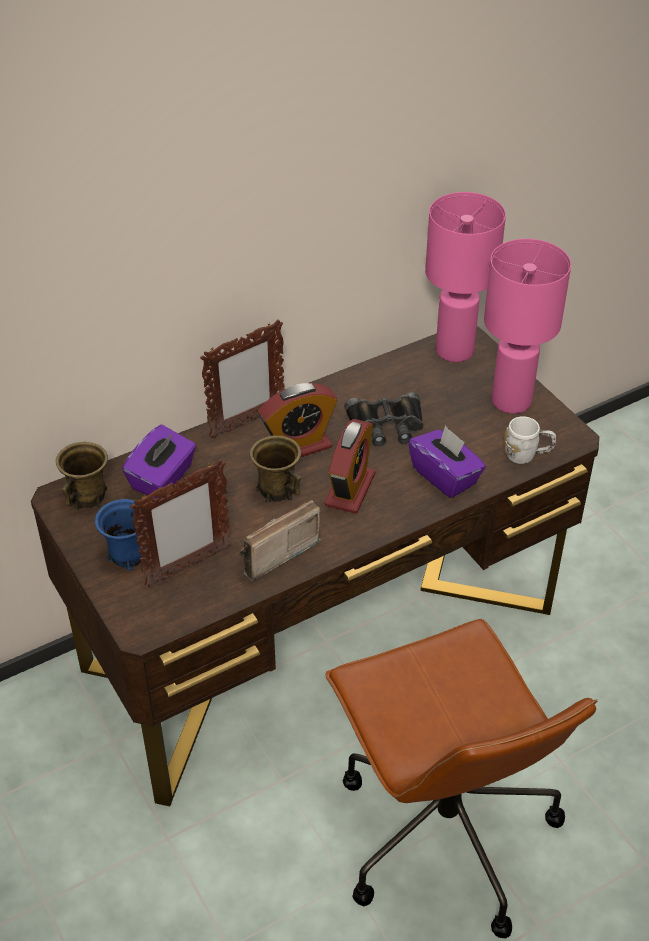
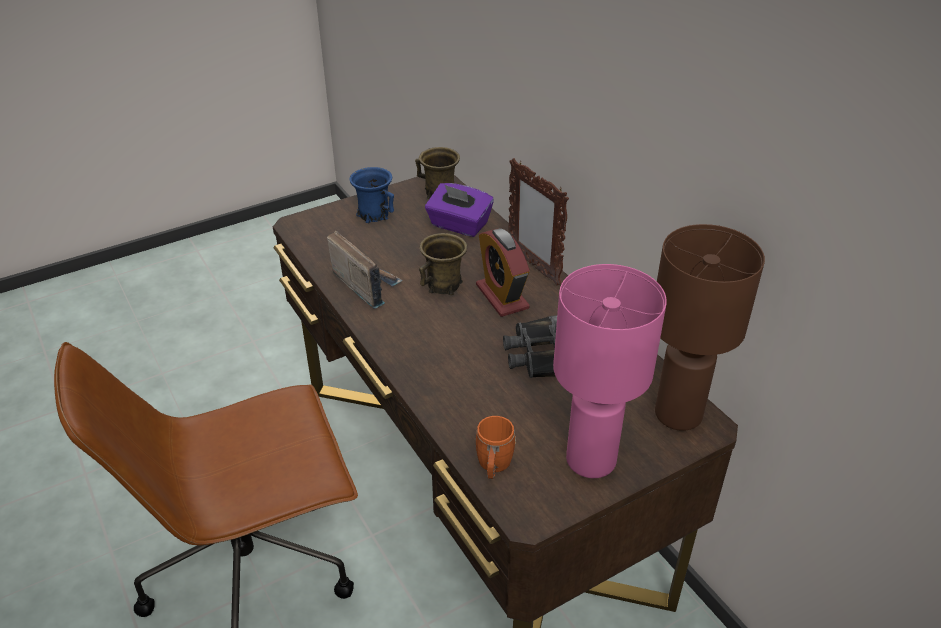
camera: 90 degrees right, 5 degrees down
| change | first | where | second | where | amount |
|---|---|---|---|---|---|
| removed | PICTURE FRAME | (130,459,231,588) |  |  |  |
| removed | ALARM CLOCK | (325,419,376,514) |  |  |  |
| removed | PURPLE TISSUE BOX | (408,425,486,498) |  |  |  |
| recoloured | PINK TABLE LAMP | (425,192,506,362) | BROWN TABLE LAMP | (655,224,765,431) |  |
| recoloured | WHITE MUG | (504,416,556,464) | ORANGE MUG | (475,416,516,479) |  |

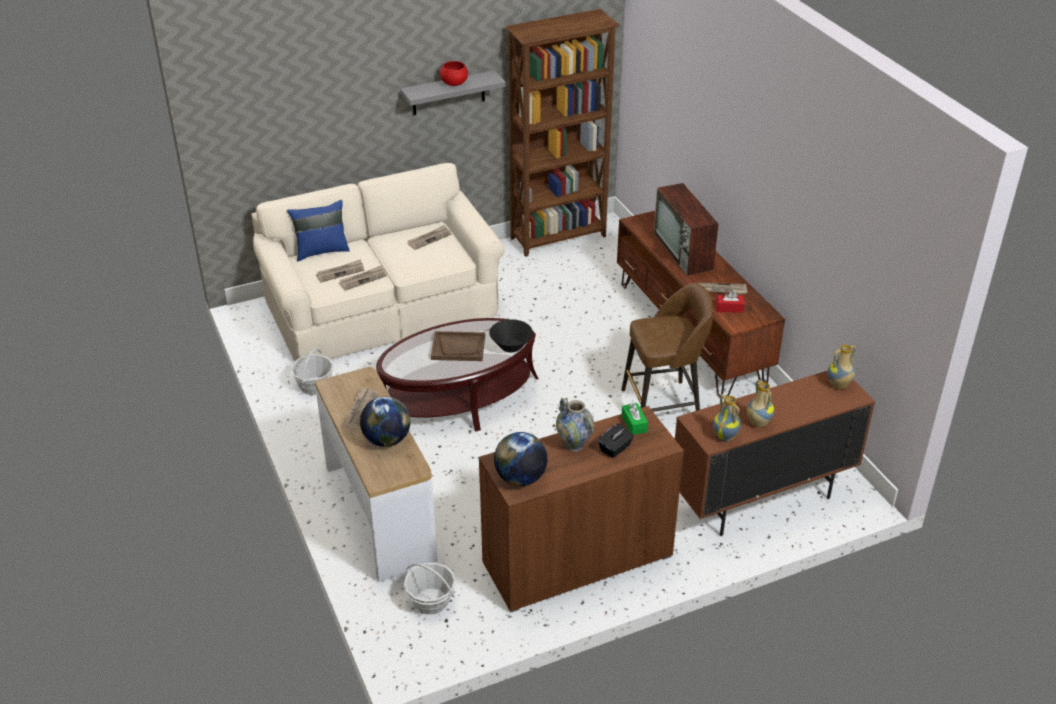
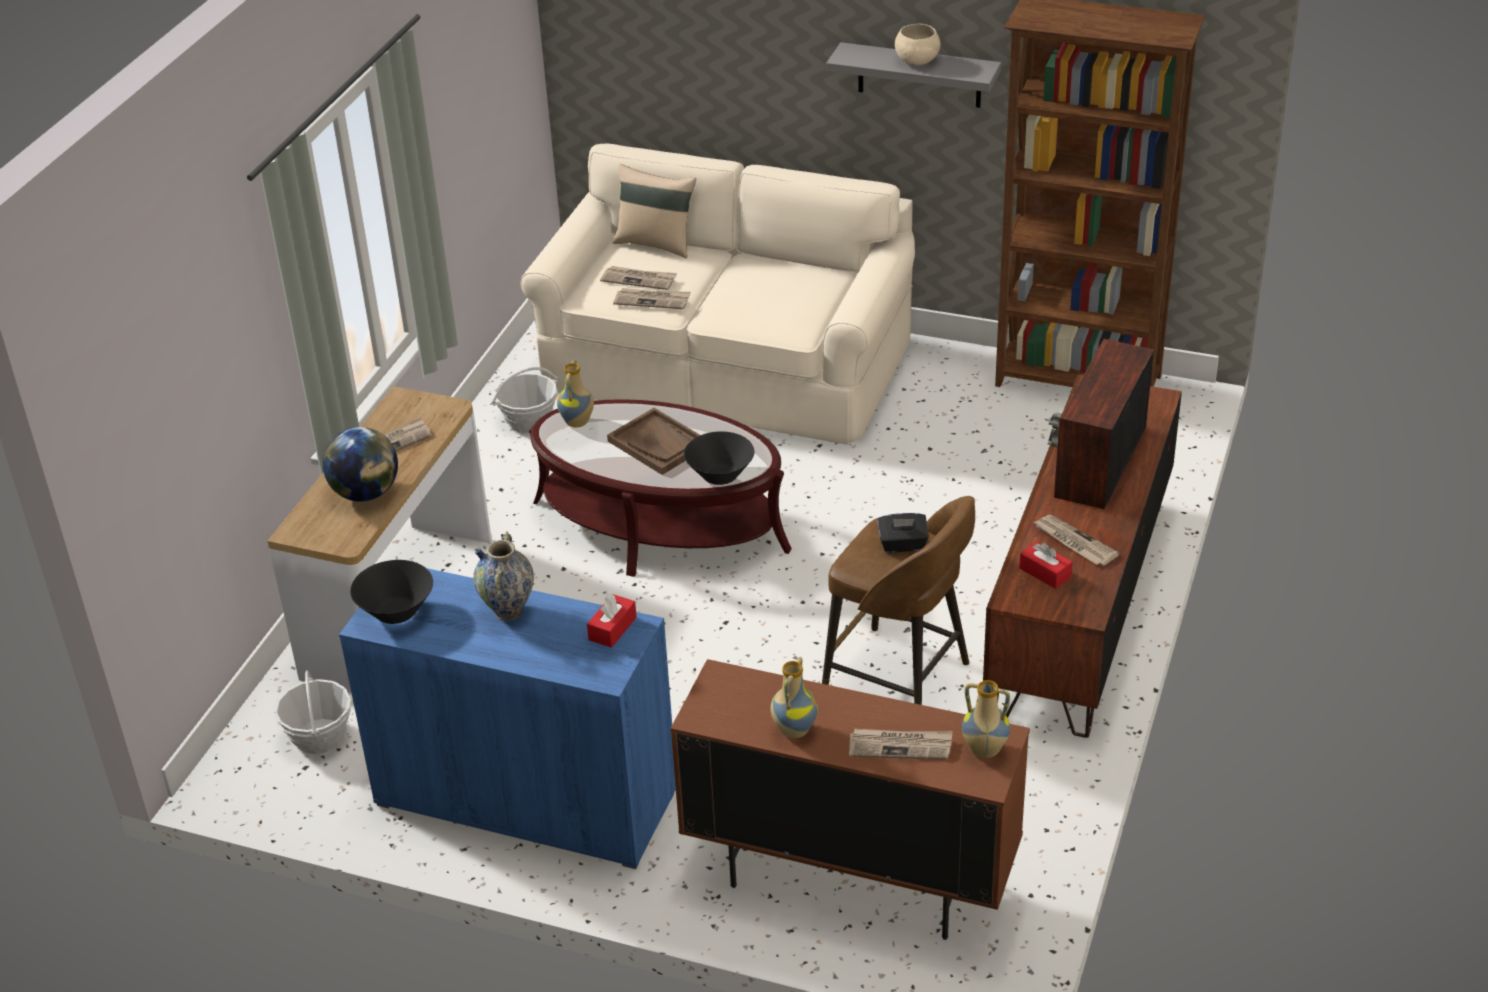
camera: 45 degrees right, 0 degrees up
| change | first | where | second | where | amount |
|---|---|---|---|---|---|
| recoloured | BLUE PILLOW | (287,200,350,261) | BEIGE PILLOW | (613,164,696,258) |  |
| moved | NEWSPAPER | (408,225,451,250) |  | (849,729,953,760) |  |
| recoloured | RED BOWL | (440,61,468,86) | BEIGE BOWL | (895,24,940,65) |  |
| recoloured | BROWN CABINET | (479,406,684,612) | BLUE CABINET | (339,568,676,869) |  |
| replaced | GLOBE | (494,432,548,486) | BLACK BOWL | (350,560,433,624) |  |
| moved | BLACK TISSUE BOX | (598,423,634,458) |  | (877,513,929,553) |  |
| recoloured | GREEN TISSUE BOX | (621,403,648,435) | RED TISSUE BOX | (587,593,637,648) |  |
| moved | VASE | (713,394,741,442) |  | (557,360,594,428) |  |

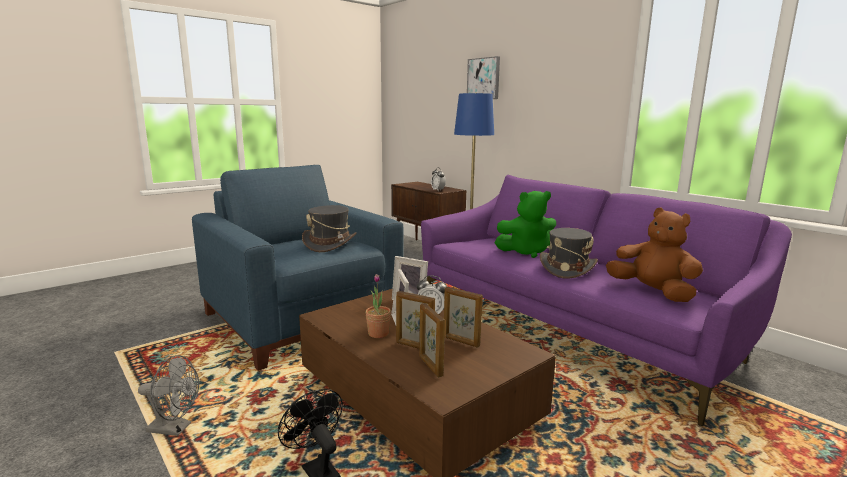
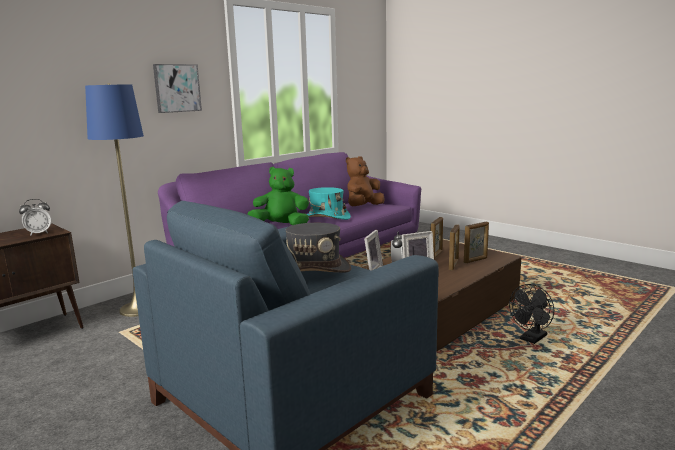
camera: 95 degrees left, 0 degrees up
| change | first | where | second | where | amount |
|---|---|---|---|---|---|
| removed | GREY FAN | (138,355,199,436) |  |  |  |
| removed | POTTED PLANT | (366,274,391,338) |  |  |  |
| moved | PICTURE | (467,56,500,99) |  | (153,64,202,113) |  |
| turned | GREEN PLUSH TOY | (495,191,556,258) |  | (247,167,309,225) | 75 degrees counterclockwise |
| recoloured | GREY HAT | (540,228,598,279) | TURQUOISE HAT | (307,187,351,220) |  |

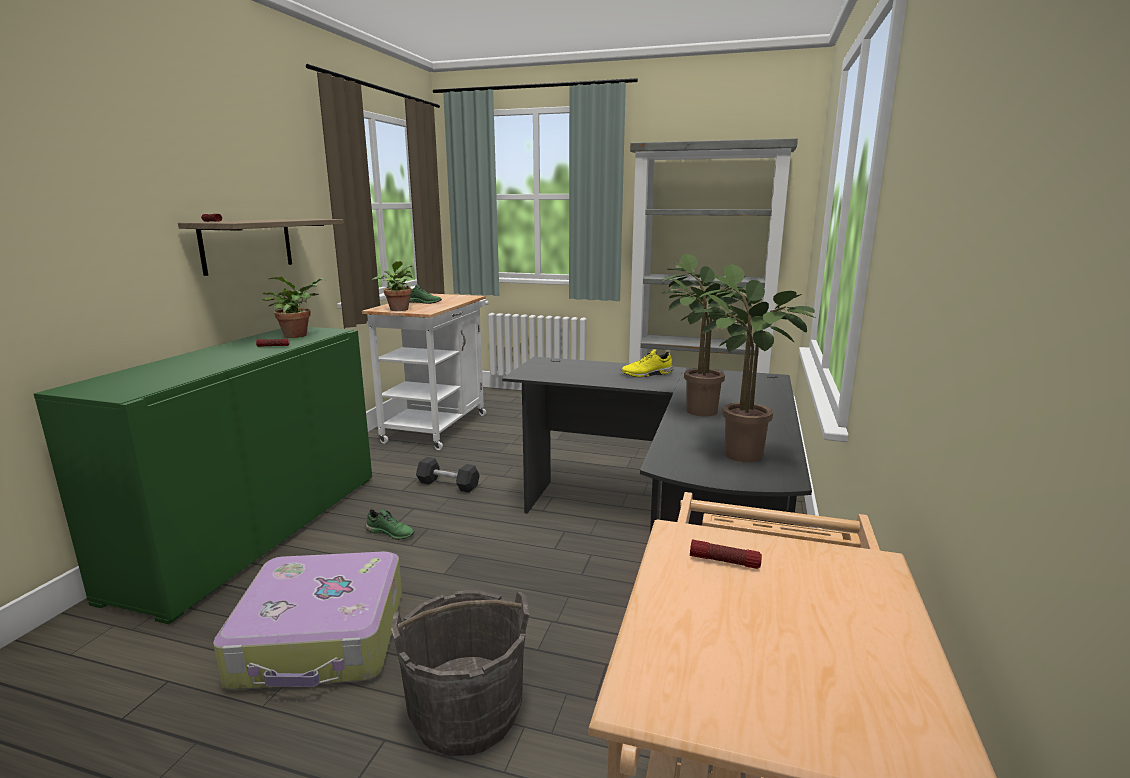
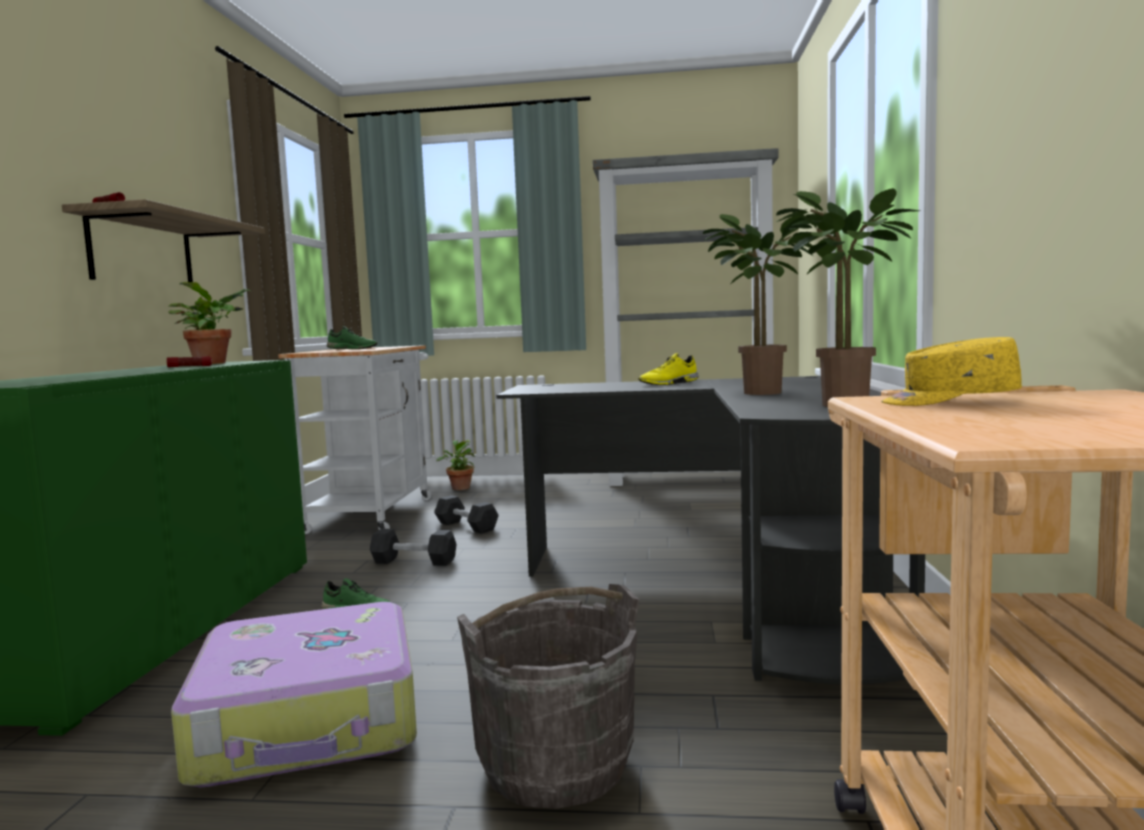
camera: 10 degrees left, 10 degrees down
| change | first | where | second | where | amount |
|---|---|---|---|---|---|
| moved | POTTED PLANT | (372,261,413,311) |  | (436,440,475,490) |  |
| replaced | FLASHLIGHT | (690,539,762,569) | YELLOW CAP | (881,337,1022,406) |  |
| added |  |  | BLACK DUMBBELL | (434,495,499,534) |  |

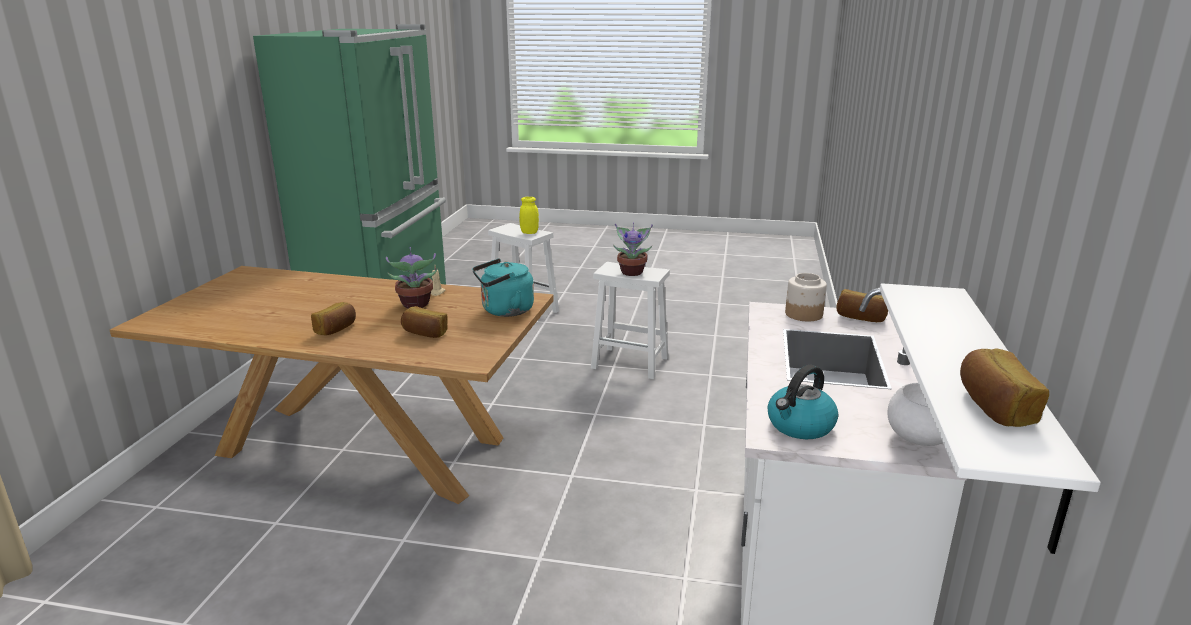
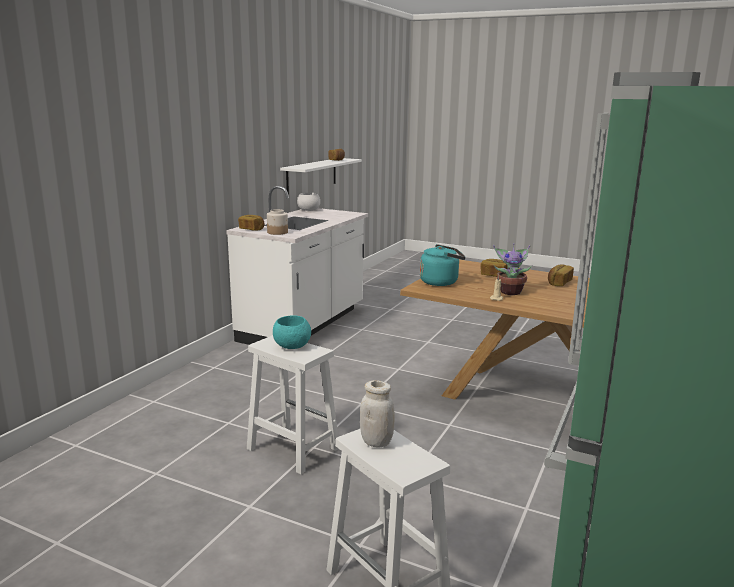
camera: 165 degrees left, 5 degrees down
| change | first | where | second | where | amount |
|---|---|---|---|---|---|
| recoloured | YELLOW JAR | (519,197,539,234) | WHITE JAR | (360,380,395,448) |  |
| replaced | POTTED PLANT | (613,222,653,276) | TURQUOISE BOWL | (273,315,311,349) |  |
| removed | KETTLE | (768,365,838,439) |  |  |  |

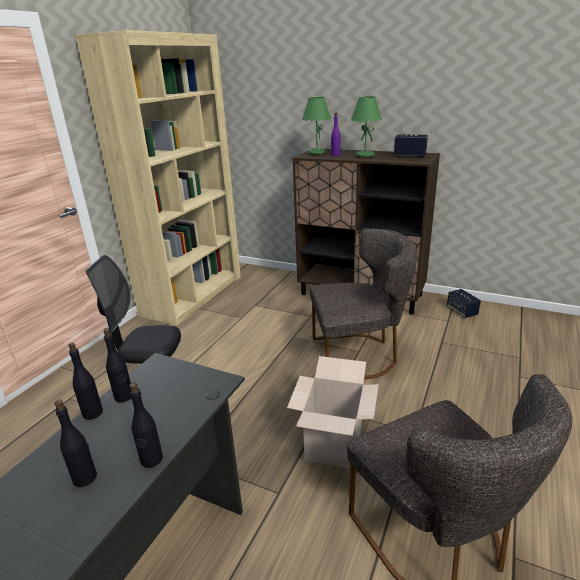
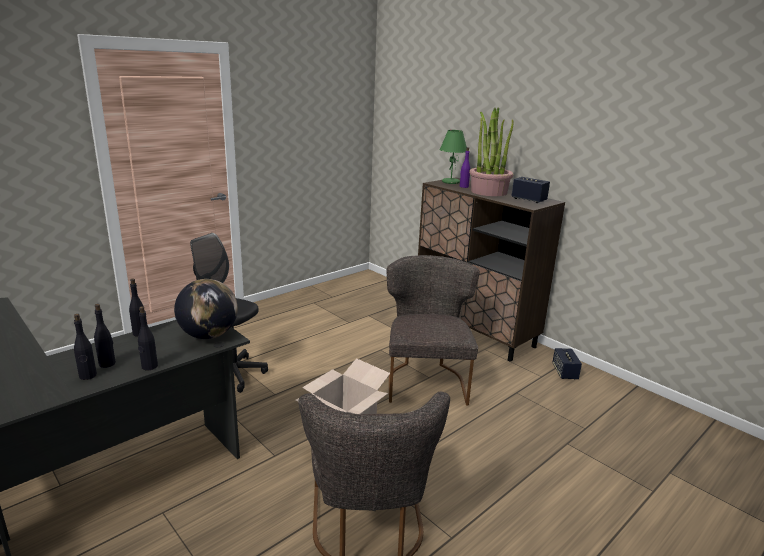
camera: 20 degrees right, 5 degrees down
| change | first | where | second | where | amount |
|---|---|---|---|---|---|
| removed | BEIGE BOOKCASE | (75,30,241,325) |  |  |  |
| moved | BLACK BOTTLE | (103,328,131,403) |  | (74,314,97,380) |  |
| turned | GREY CHAIR | (310,228,417,379) |  | (387,255,480,406) | 105 degrees counterclockwise |
| replaced | GREEN TABLE LAMP | (351,96,382,157) | POTTED PLANT | (469,108,513,196) |  |
| added |  |  | GLOBE | (174,279,238,339) |  |

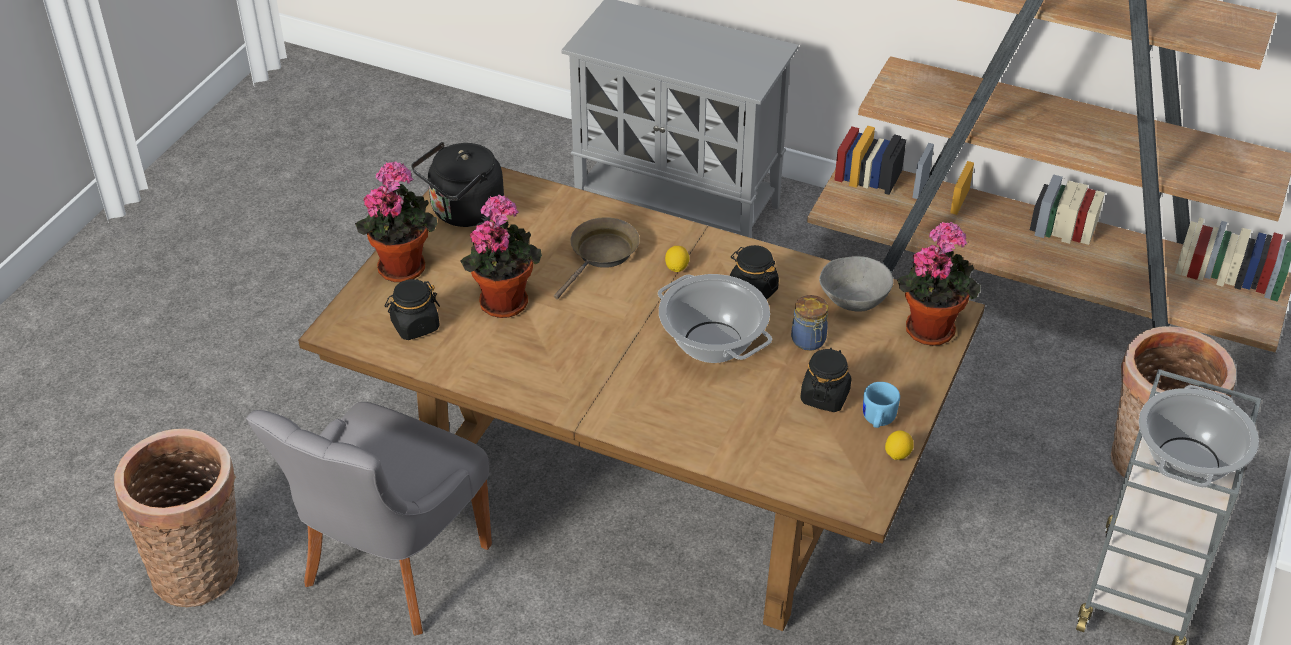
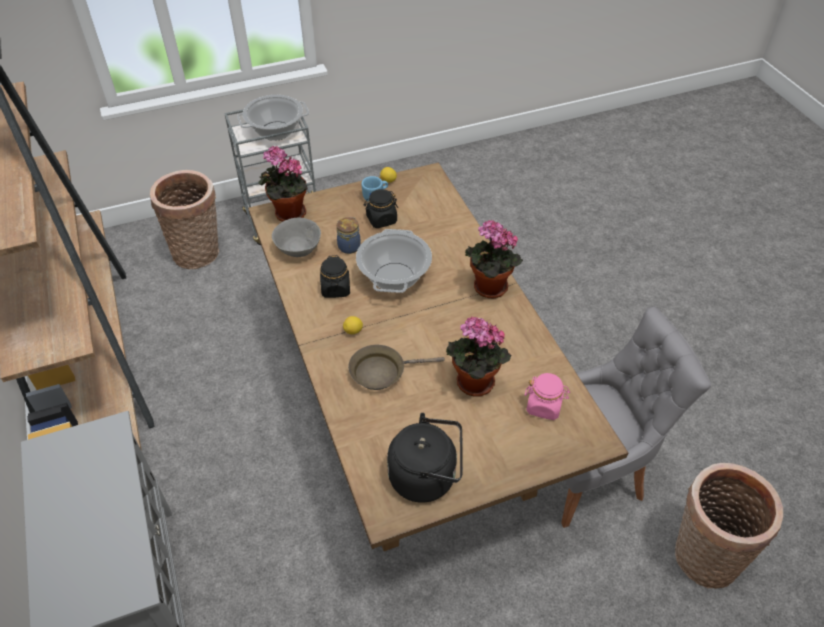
camera: 135 degrees left, 5 degrees up
| change | first | where | second | where | amount |
|---|---|---|---|---|---|
| moved | POTTED PLANT | (355,161,437,282) |  | (465,220,523,298) |  |
| recoloured | BLACK JAR | (385,279,440,340) | PINK JAR | (525,373,570,420) |  |

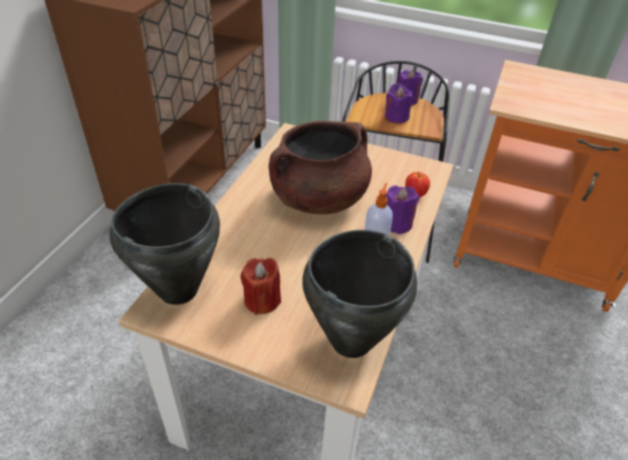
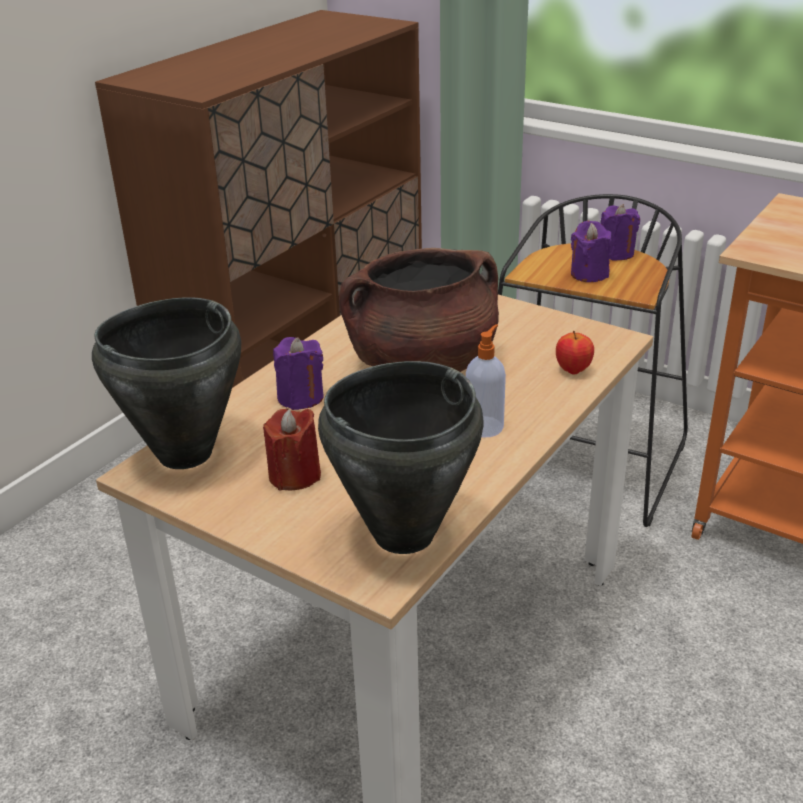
camera: 15 degrees right, 10 degrees down
| change | first | where | second | where | amount |
|---|---|---|---|---|---|
| moved | PURPLE CANDLE | (386,185,419,234) |  | (273,337,324,410) |  |

